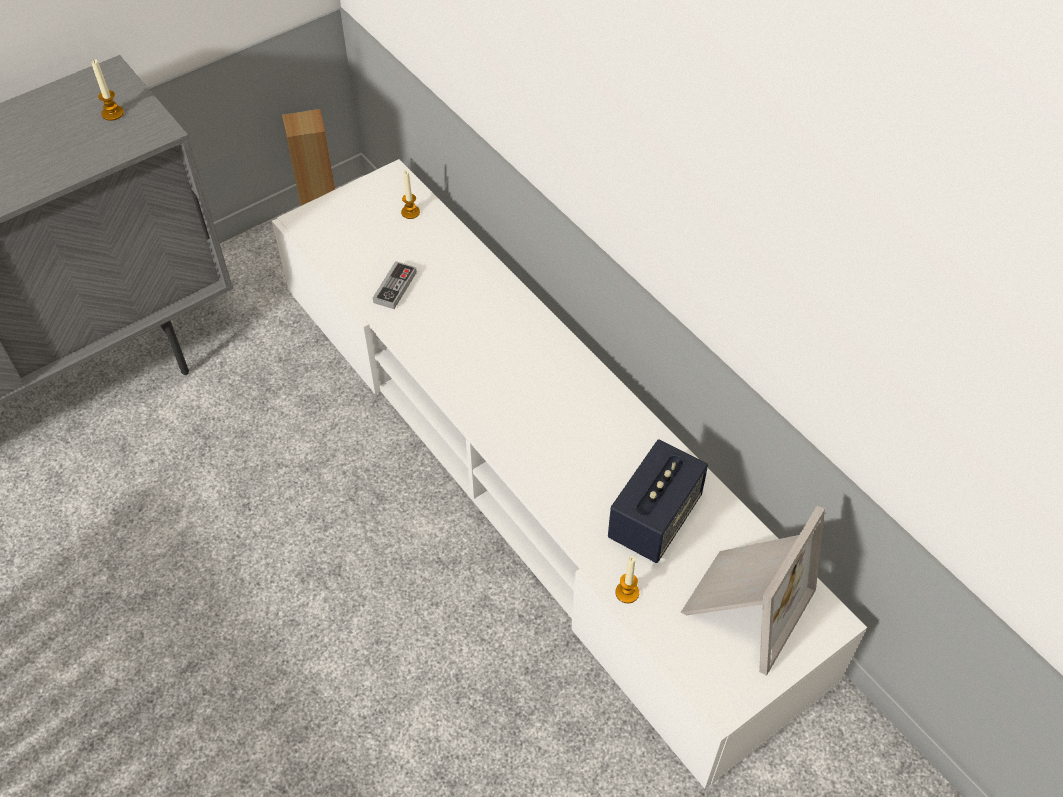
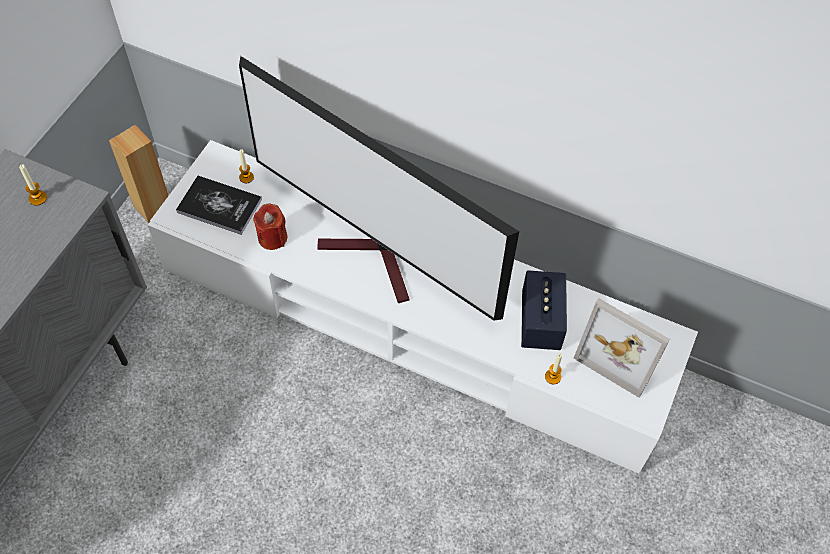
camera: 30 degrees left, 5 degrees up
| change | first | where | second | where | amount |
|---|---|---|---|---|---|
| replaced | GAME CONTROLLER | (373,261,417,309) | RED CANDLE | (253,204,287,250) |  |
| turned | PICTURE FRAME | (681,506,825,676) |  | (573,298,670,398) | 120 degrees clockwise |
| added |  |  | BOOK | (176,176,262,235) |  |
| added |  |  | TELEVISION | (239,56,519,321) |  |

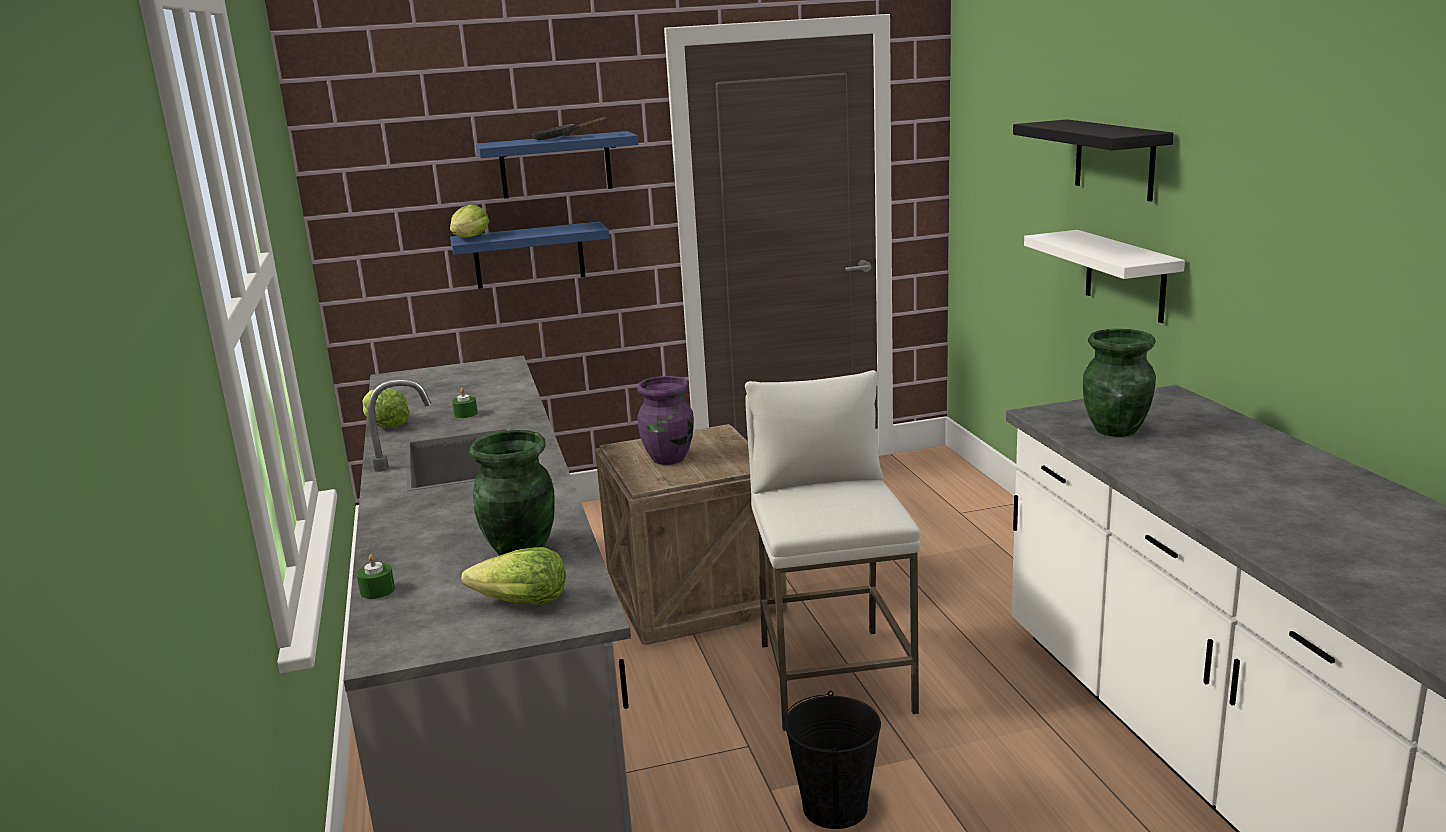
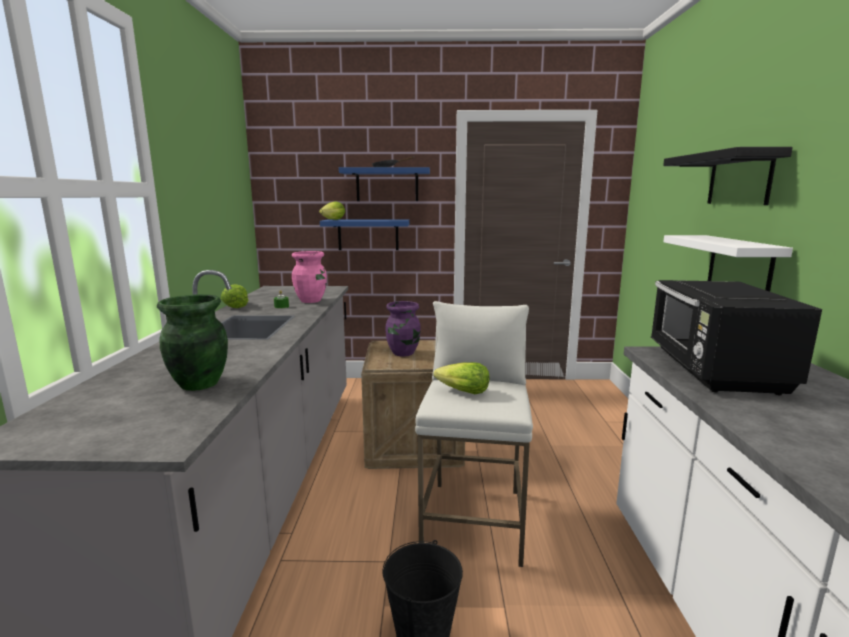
camera: 15 degrees right, 5 degrees down
| change | first | where | second | where | amount |
|---|---|---|---|---|---|
| removed | GREEN CANDLE | (356,554,395,599) |  |  |  |
| moved | LETTUCE | (461,547,566,605) |  | (433,362,490,394) |  |
| replaced | GREEN VASE | (1083,329,1156,437) | BLACK MICROWAVE | (651,280,822,395) |  |
| added |  |  | PINK VASE | (292,251,327,303) |  |

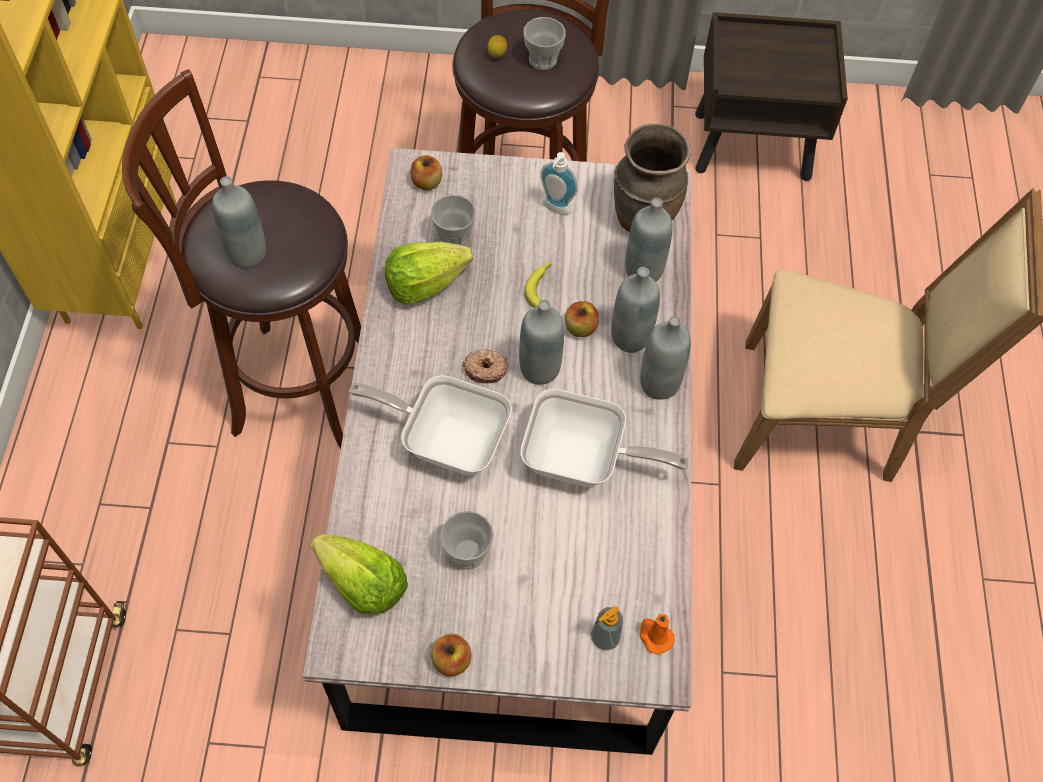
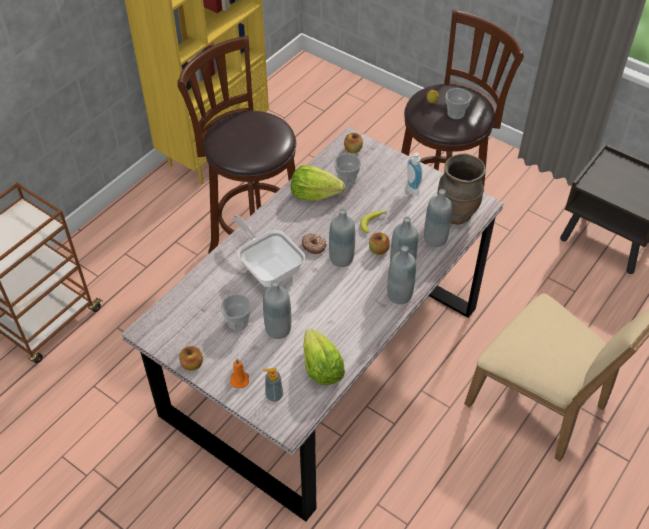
camera: 35 degrees right, 10 degrees down
| change | first | where | second | where | amount |
|---|---|---|---|---|---|
| moved | GREY BOTTLE | (212,176,266,269) |  | (263,281,291,339) |  |
| moved | LETTUCE | (311,534,408,614) |  | (303,329,345,385) |  |
| removed | FRYING PAN | (520,389,689,487) |  |  |  |
| moved | ORANGE CANDLE | (639,614,675,654) |  | (230,359,249,388) |  |

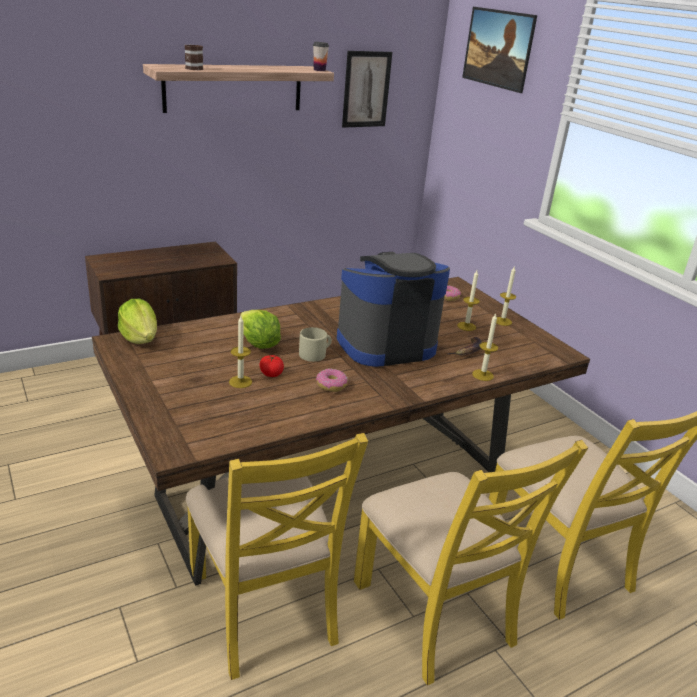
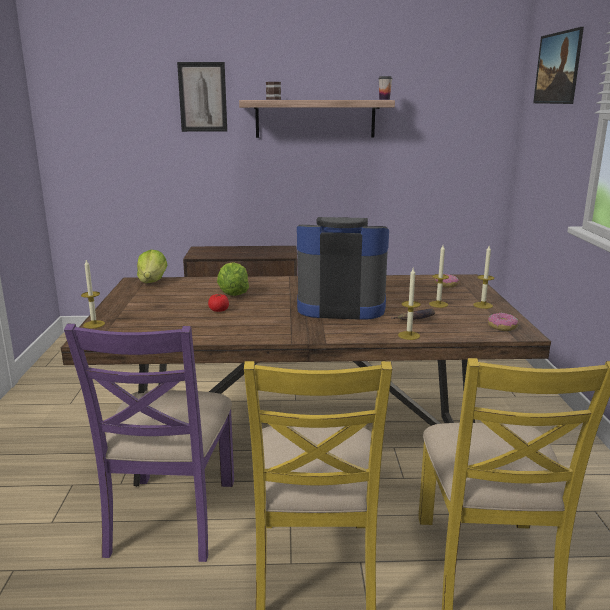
camera: 30 degrees right, 10 degrees down
| change | first | where | second | where | amount |
|---|---|---|---|---|---|
| recoloured | YELLOW CHAIR | (186,433,368,680) | PURPLE CHAIR | (64,324,234,562) |  |
| moved | CANDLE | (229,316,252,388) |  | (81,260,105,328) |  |
| removed | BEIGE MUG | (299,327,332,362) |  |  |  |
| moved | DONUT | (316,369,348,392) |  | (488,313,518,331) |  |
| moved | PICTURE | (342,51,392,128) |  | (177,62,227,132) |  |

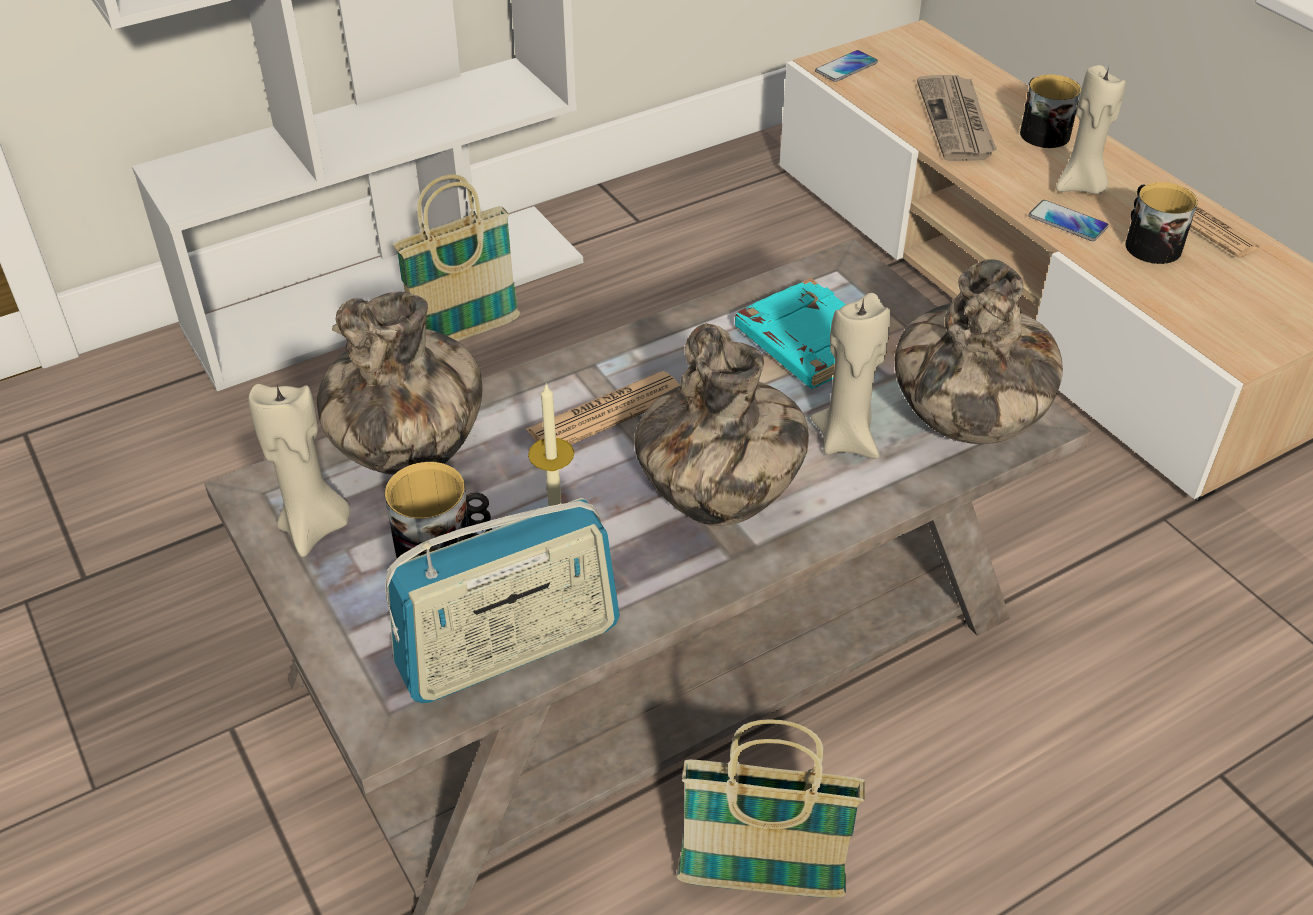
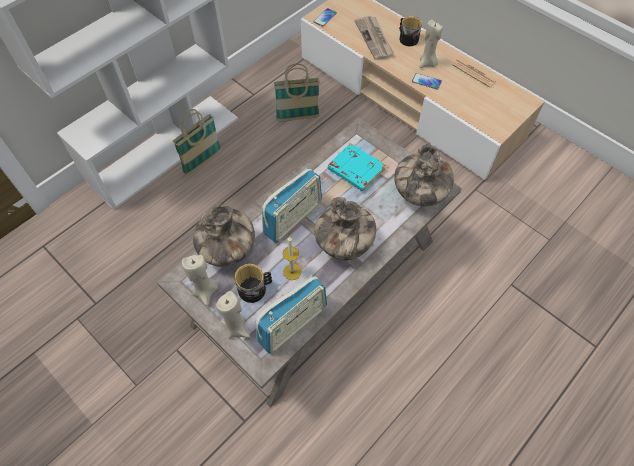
camera: 15 degrees left, 15 degrees up
| change | first | where | second | where | amount |
|---|---|---|---|---|---|
| replaced | NEWSPAPER | (526,371,680,445) | RADIO | (262,167,322,243) |  |
| moved | BASKET | (677,719,865,898) |  | (274,64,320,122) |  |
| moved | BEIGE CANDLE | (811,293,890,459) |  | (216,291,250,339) |  |
| removed | MUG | (1125,182,1198,264) |  |  |  |

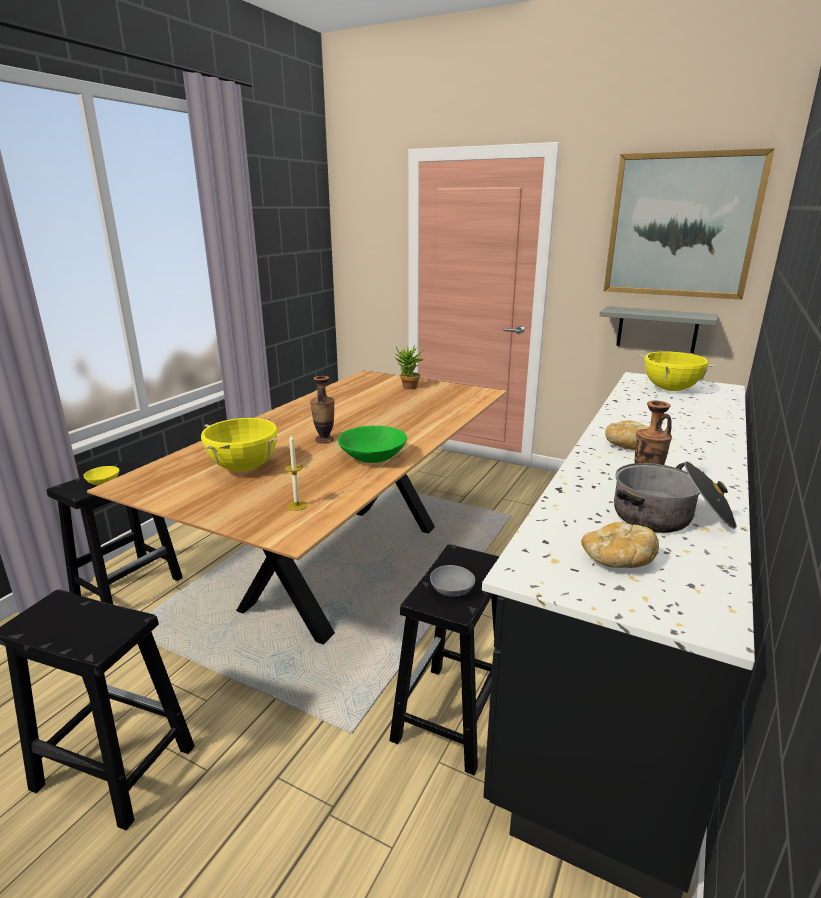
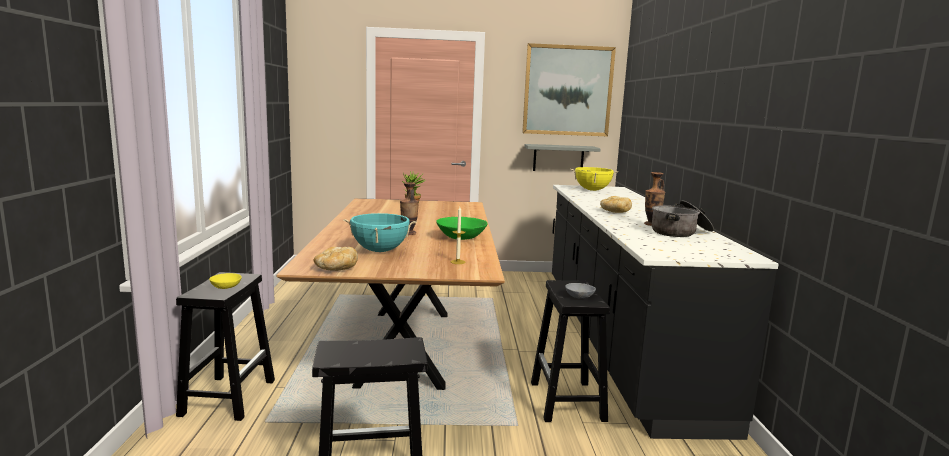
camera: 30 degrees left, 10 degrees down
| change | first | where | second | where | amount |
|---|---|---|---|---|---|
| recoloured | YELLOW COOKING POT | (201,418,278,471) | TURQUOISE COOKING POT | (343,213,417,252) |  |
| moved | BREAD | (581,522,659,568) |  | (313,247,358,271) |  |

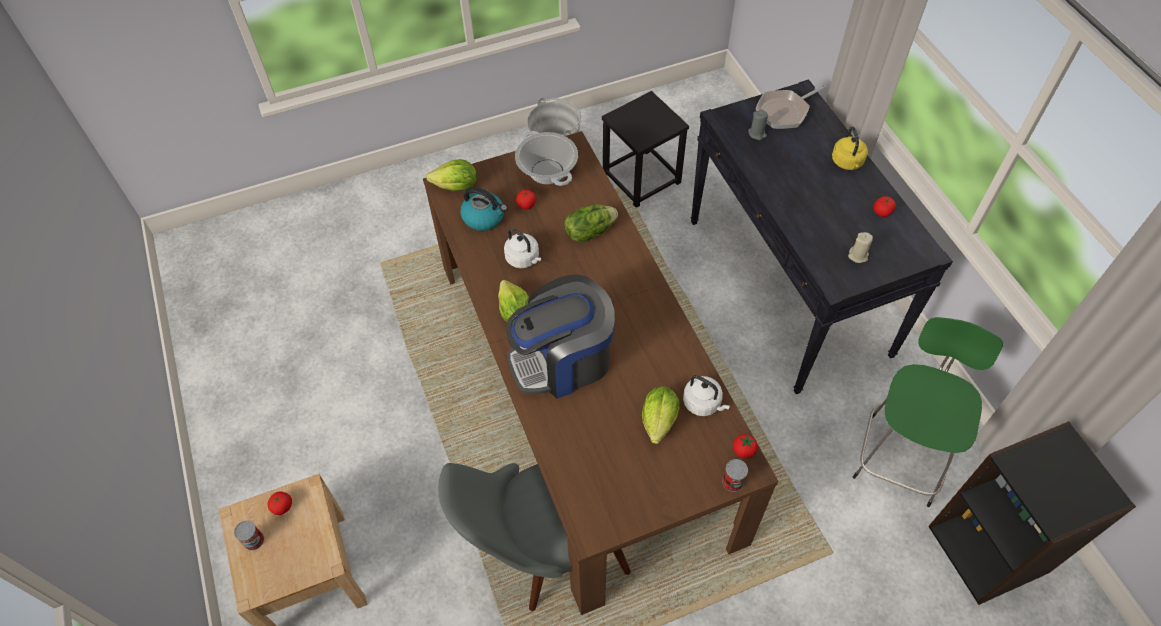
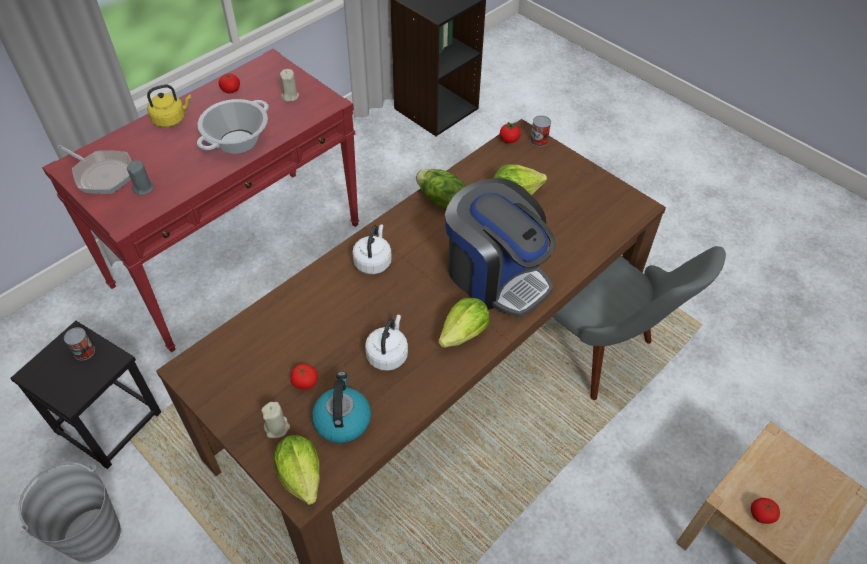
camera: 115 degrees left, 5 degrees down
| change | first | where | second | where | amount |
|---|---|---|---|---|---|
| moved | CAN | (234,520,264,551) |  | (64,327,95,360) |  |
| moved | COOKING POT | (515,131,578,186) |  | (197,99,269,154) |  |
| moved | LETTUCE | (564,205,618,242) |  | (416,169,466,209) |  |
| moved | WHITE KETTLE | (683,375,730,416) |  | (352,224,392,274) |  |
| recoloured | BLACK CONSOLE TABLE | (690,79,953,394) | RED CONSOLE TABLE | (42,49,359,353) |  |
| removed | GREEN STOOL | (852,317,1003,507) |  |  |  |
| added |  |  | BEIGE CANDLE | (261,402,290,438) |  |

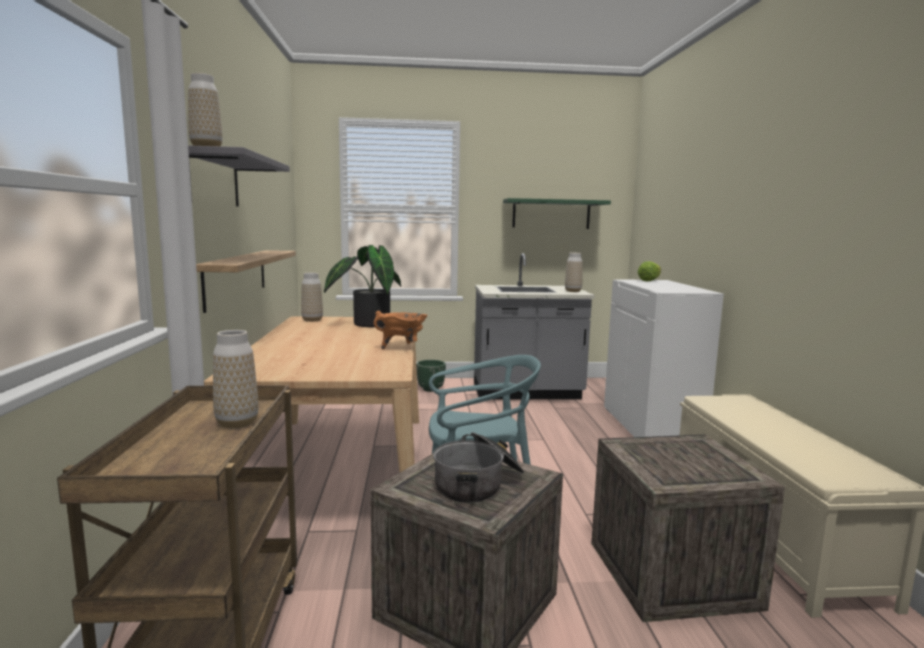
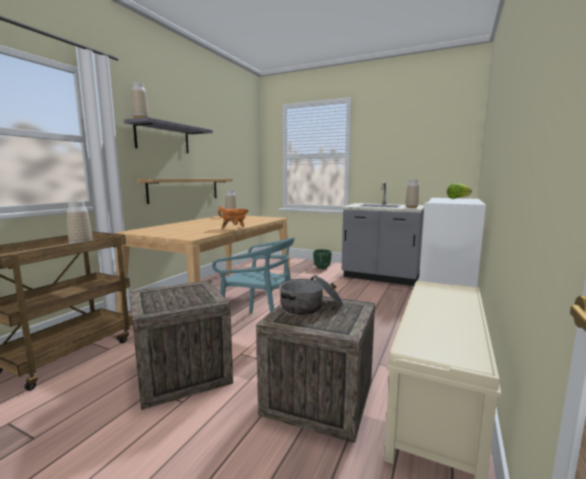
camera: 30 degrees right, 0 degrees up
| change | first | where | second | where | amount |
|---|---|---|---|---|---|
| removed | POTTED PLANT | (324,245,401,327) |  |  |  |
| moved | COOKING POT | (433,432,524,503) |  | (279,275,344,315) |  |
| removed | GREEN SHELF | (503,198,611,229) |  |  |  |

